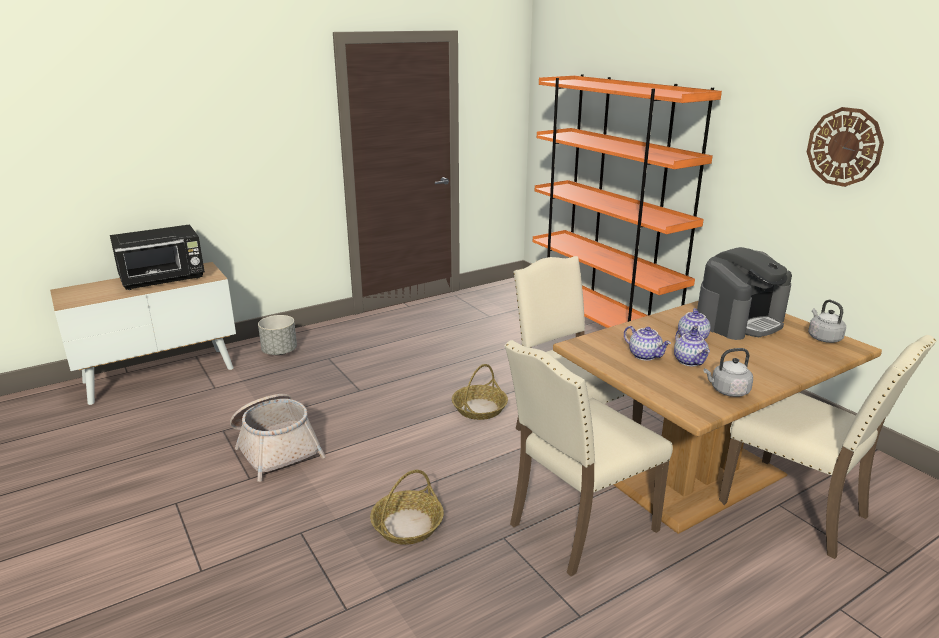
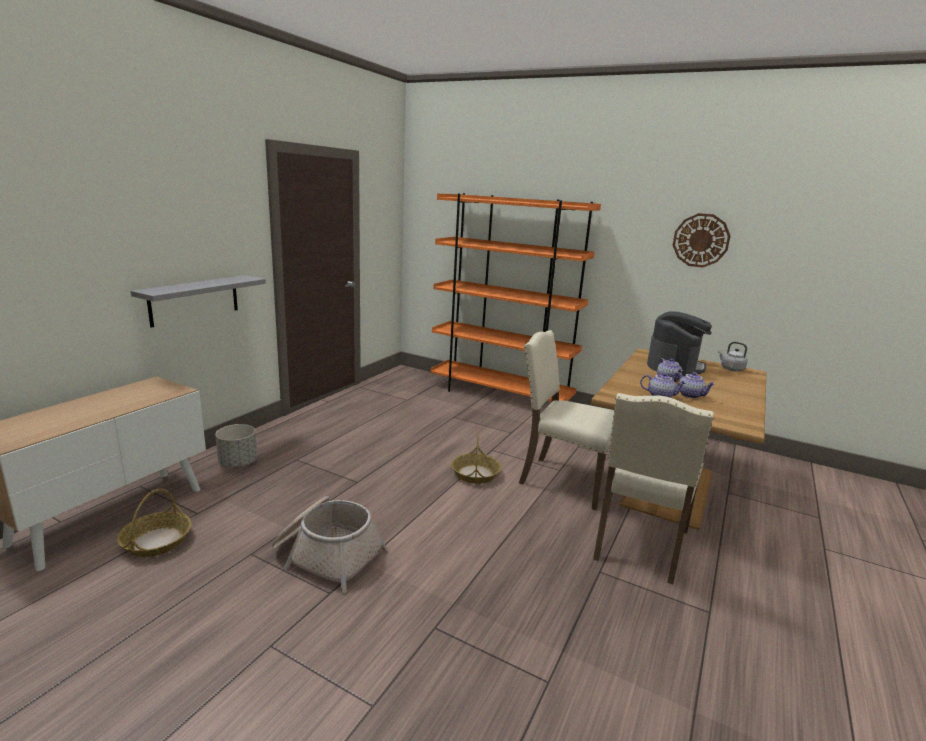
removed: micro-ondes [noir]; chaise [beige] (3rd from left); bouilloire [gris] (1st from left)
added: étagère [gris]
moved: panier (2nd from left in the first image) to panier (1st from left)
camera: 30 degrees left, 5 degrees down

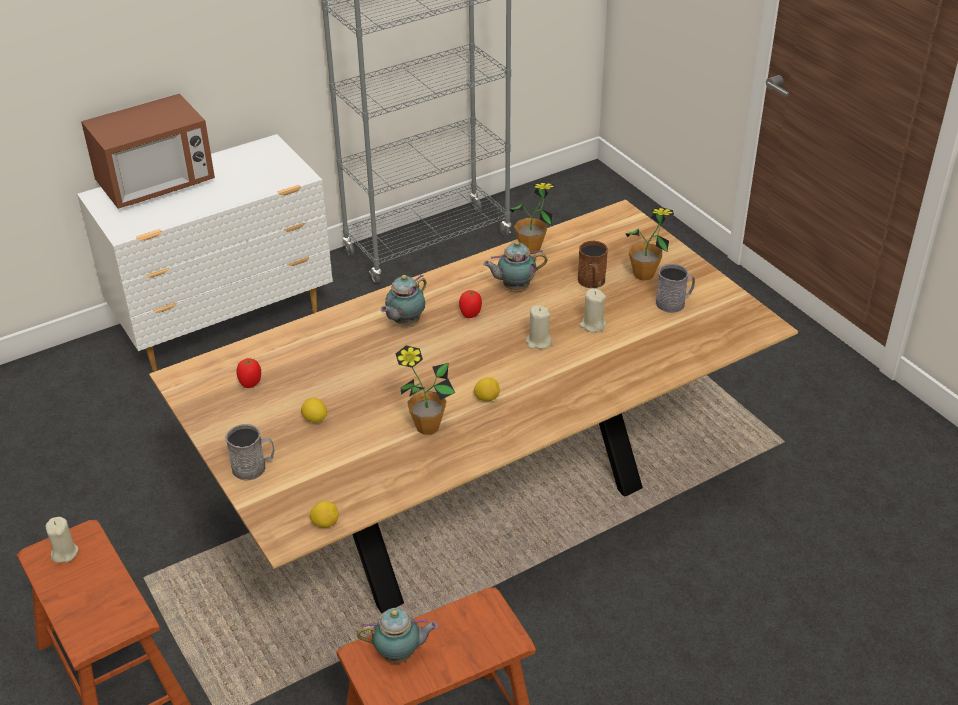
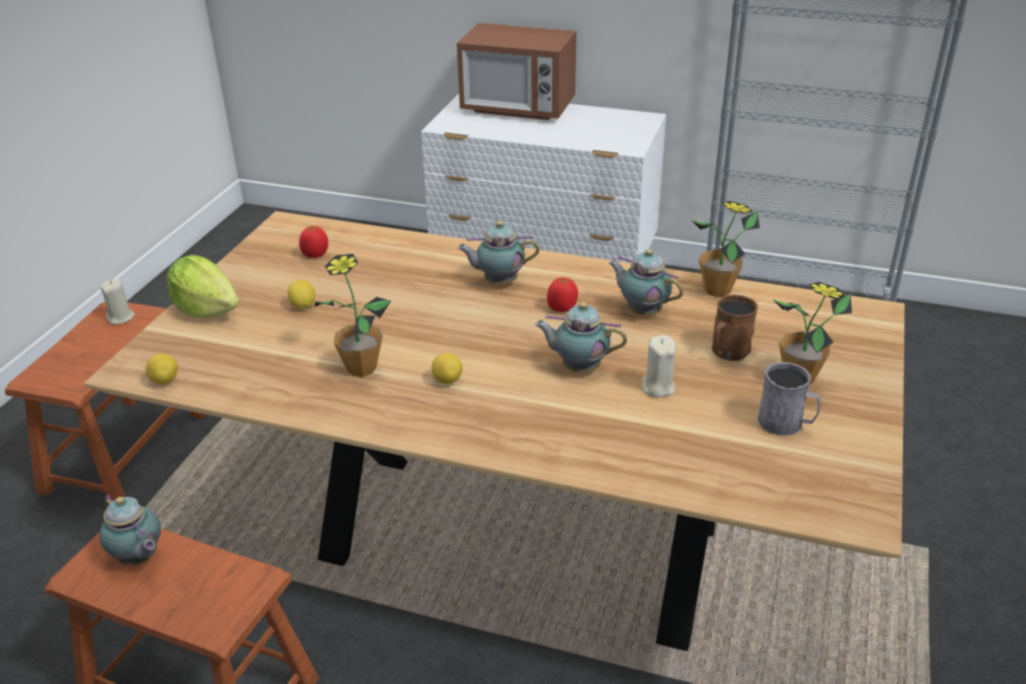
replaced: bougie [beige] (2nd from left) to théière (3rd from left); mug [gris] (1st from left) to laitue
camera: 50 degrees right, 5 degrees down

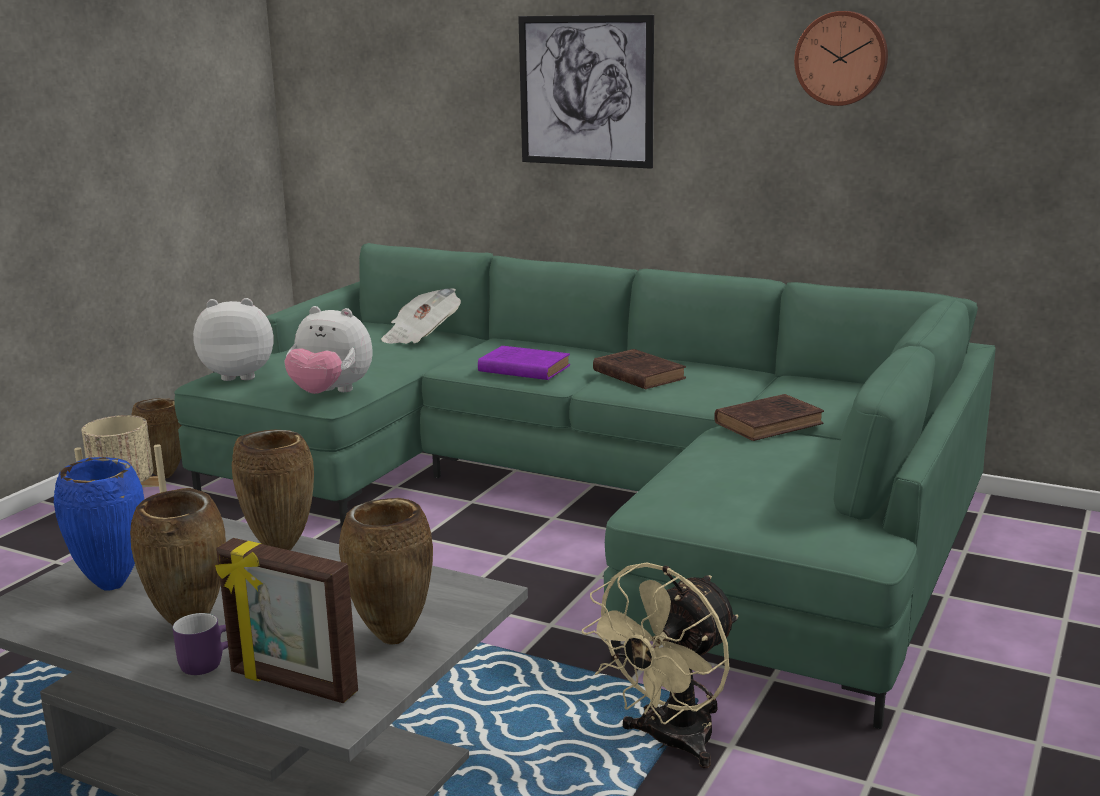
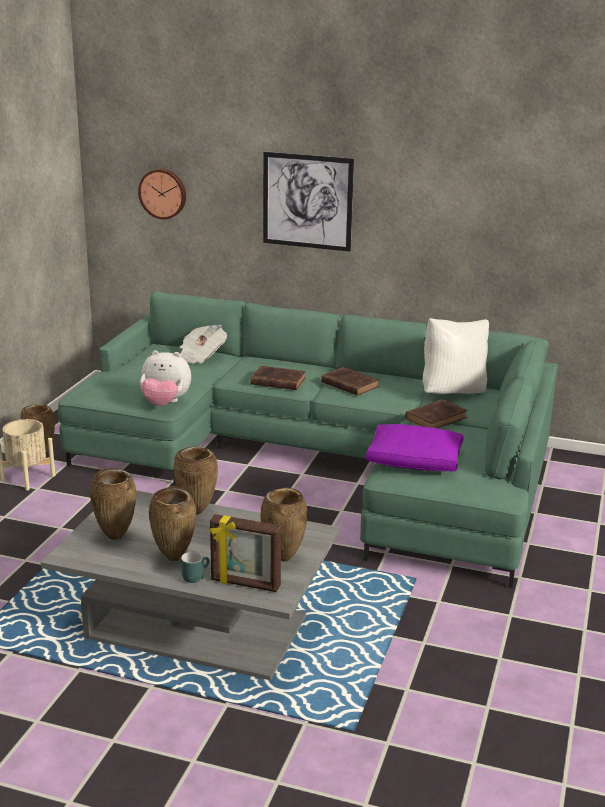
removed: peluche (1st from left); ventilateur [beige]
added: coussin [blanc]; coussin [violet]
moved: horloge murale
recoloured: livre [violet] to livre [marron] (1st from left); vase [bleu] to vase [marron] (2nd from left); mug [violet] to mug [turquoise]
camera: 10 degrees left, 5 degrees up

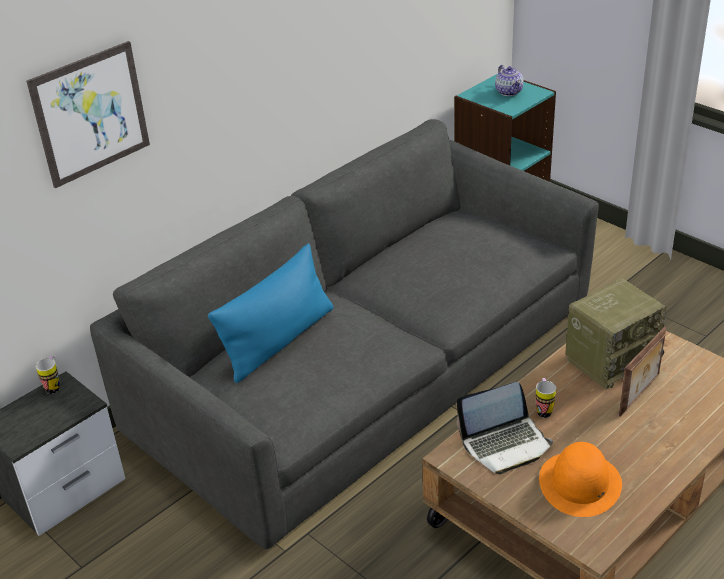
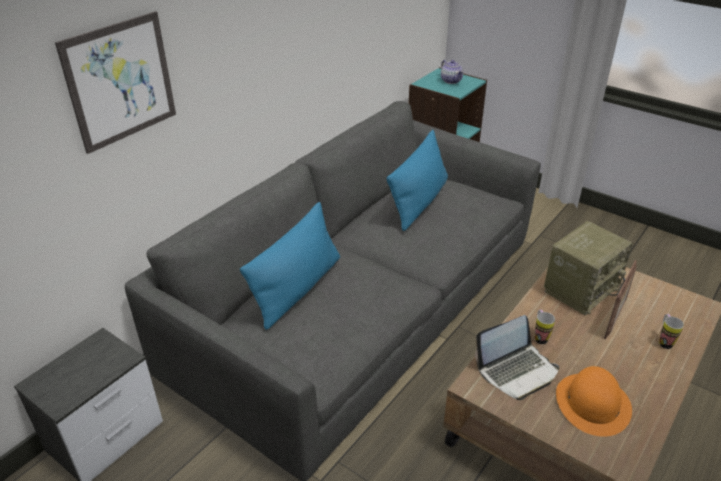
added: coussin [bleu] (2nd from left)
moved: mug (1st from left in the first image) to mug (2nd from left)
camera: 10 degrees left, 0 degrees up

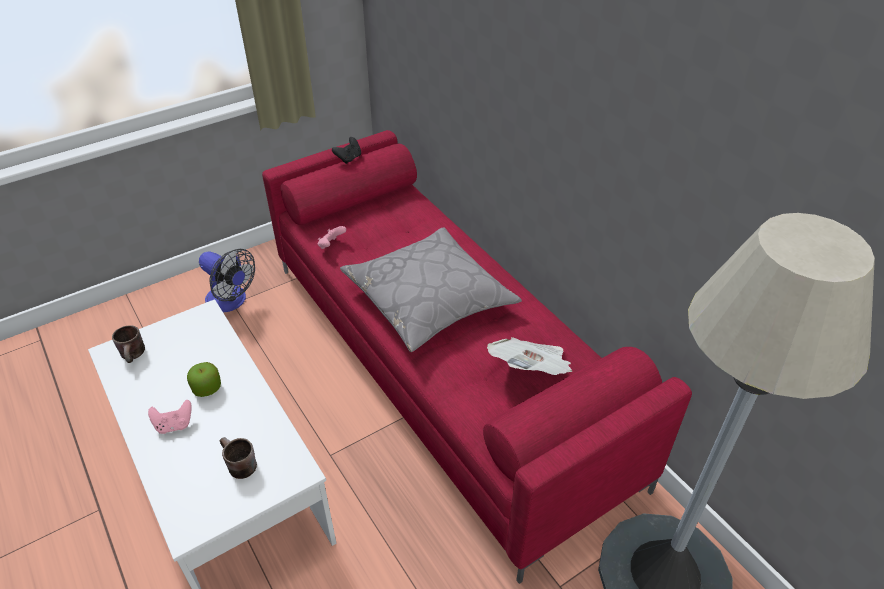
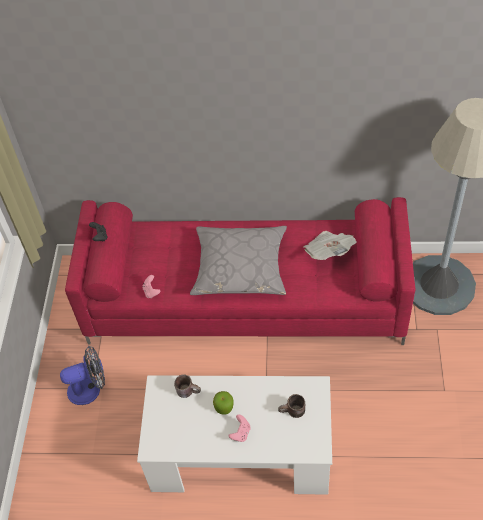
moved: mug [marron] (1st from left)
camera: 50 degrees left, 10 degrees up

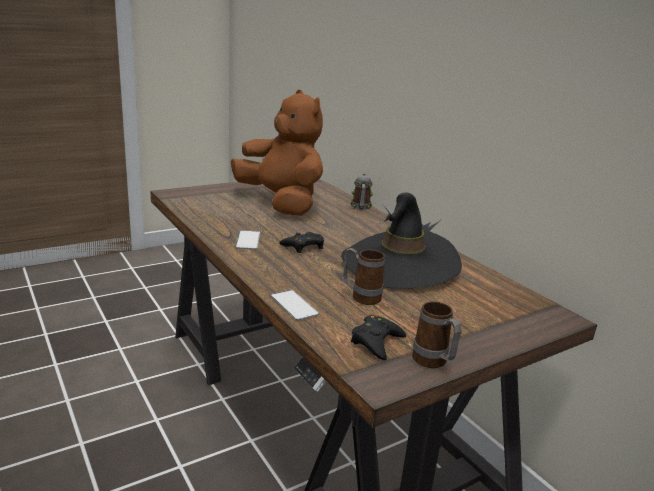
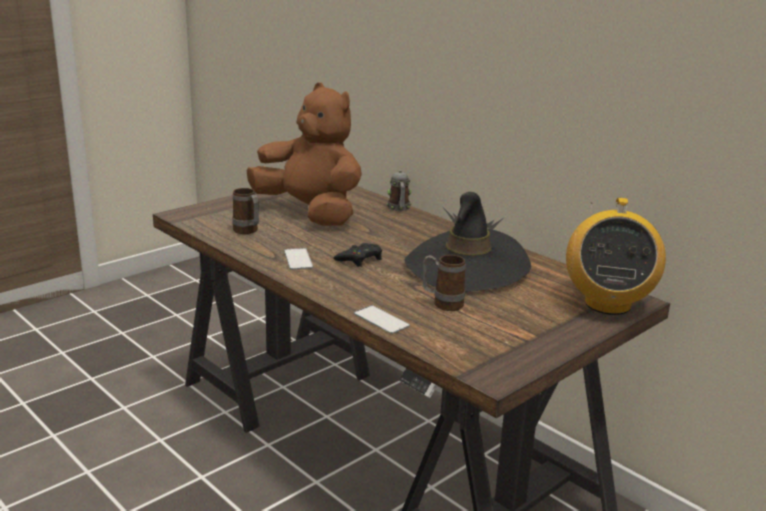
removed: manette [noir] (2nd from left)
added: radio
moved: mug (3rd from left in the first image) to mug (1st from left)
camera: 10 degrees left, 0 degrees up

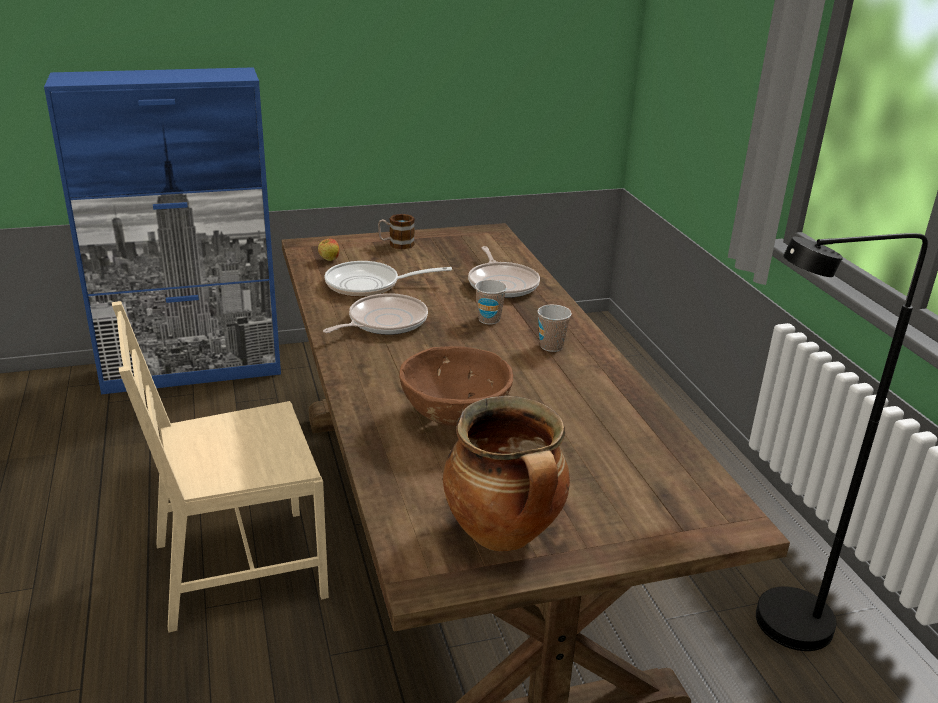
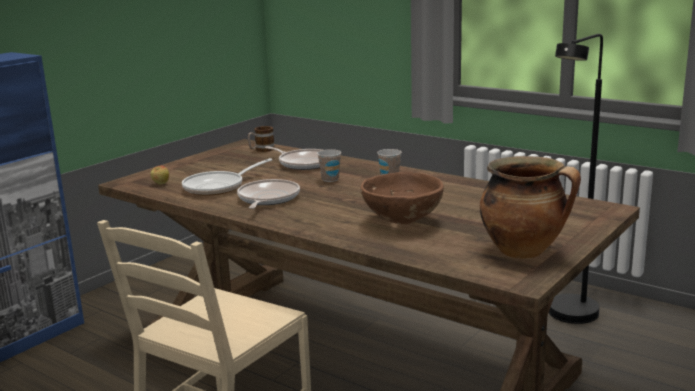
moved: mug
camera: 35 degrees left, 10 degrees down

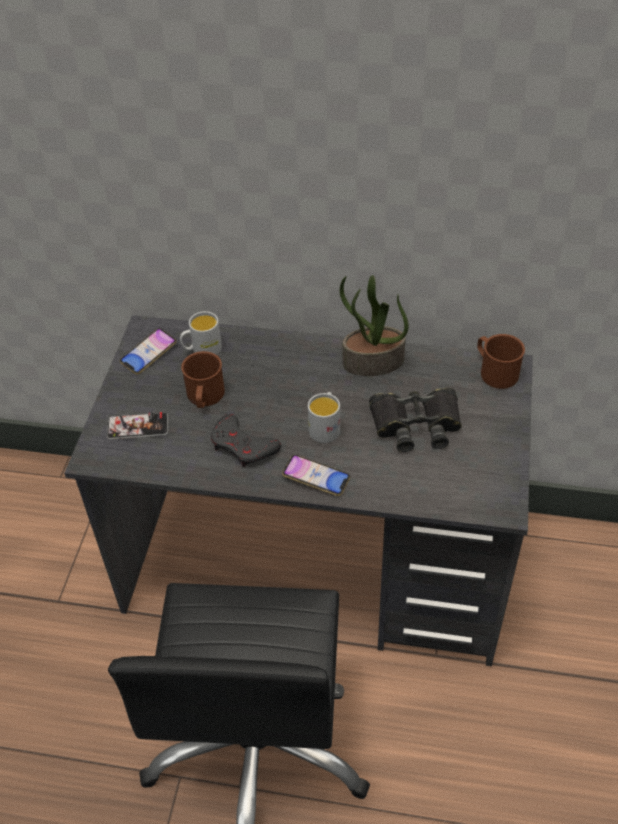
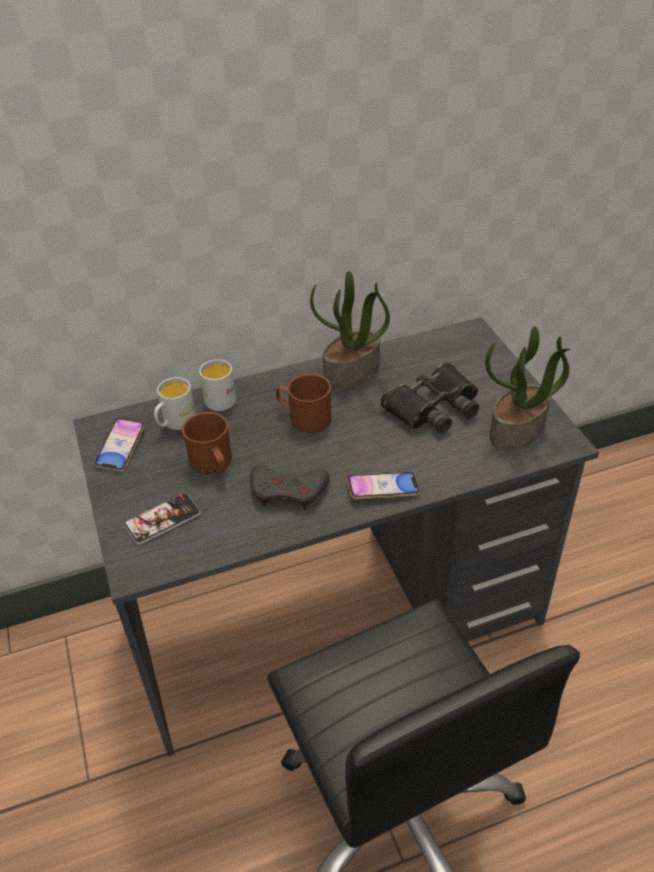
added: plante en pot (2nd from left)
moved: mug [marron] (2nd from left); mug [blanc] (2nd from left)
camera: 30 degrees left, 5 degrees down

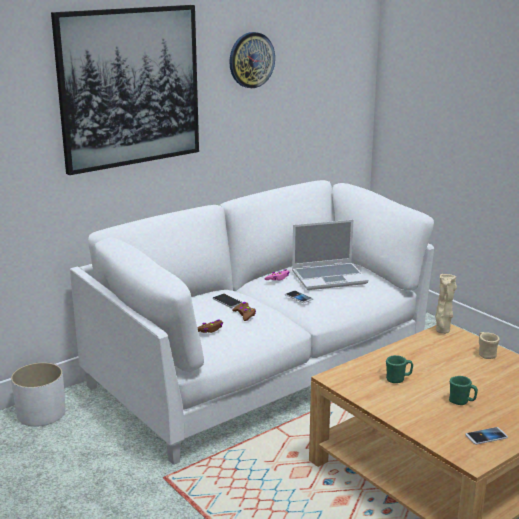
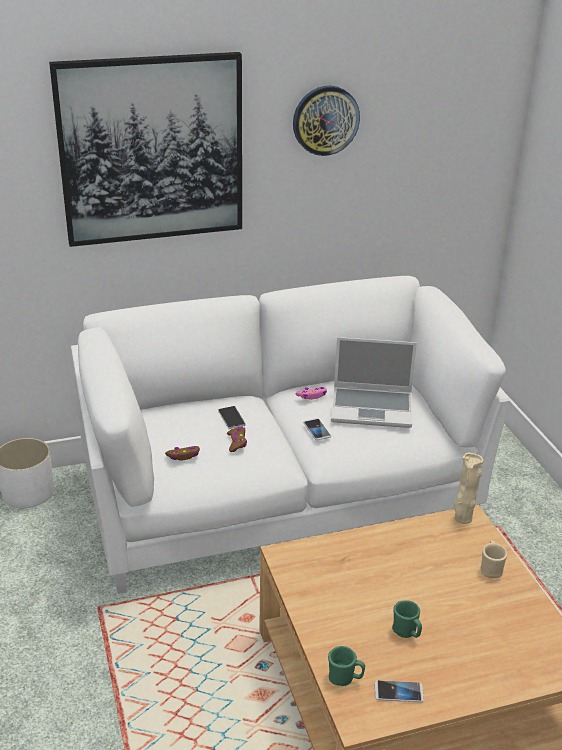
moved: mug [vert] (1st from left)
camera: 20 degrees right, 10 degrees up

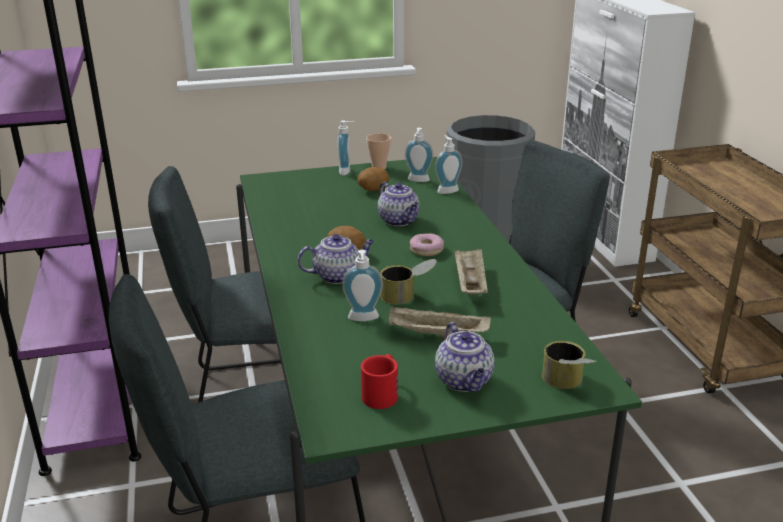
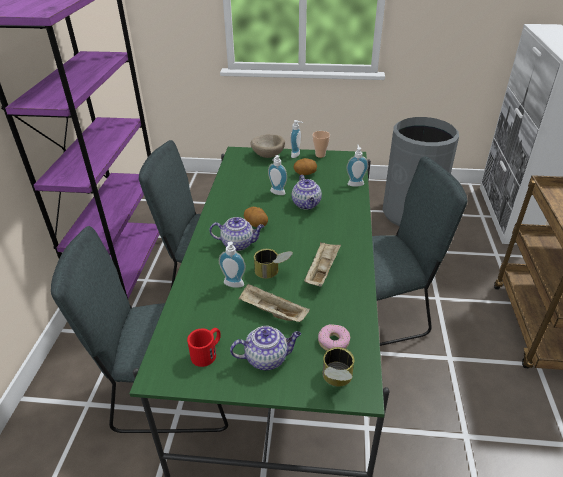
added: bol [beige]
moved: distributeur de savon (3rd from left in the first image) to distributeur de savon (2nd from left); beignet
turned: théière (3rd from left in the first image) 105 degrees counterclockwise
camera: 20 degrees right, 10 degrees up

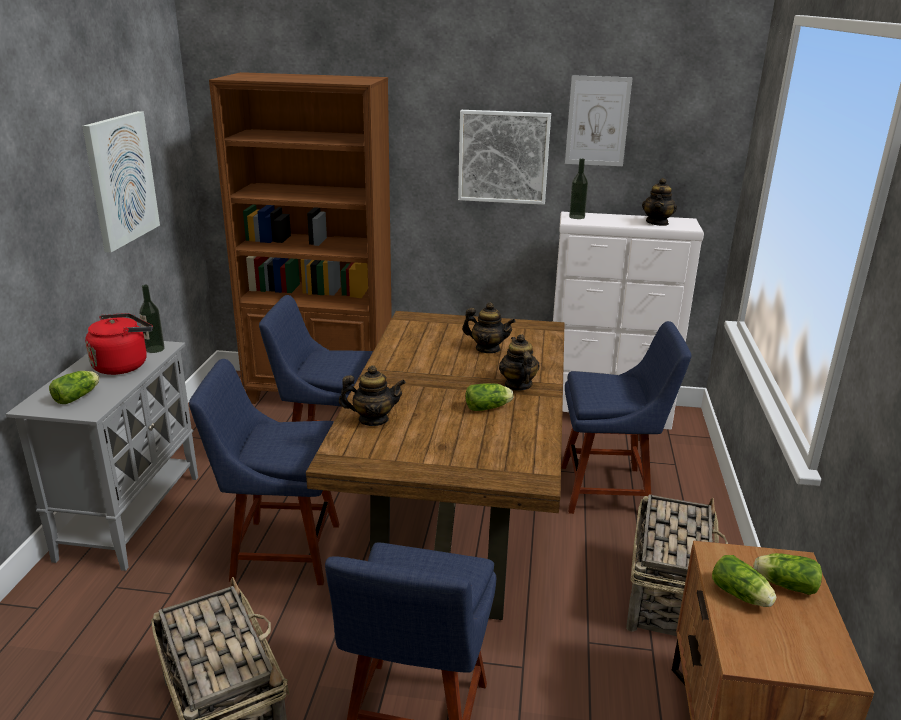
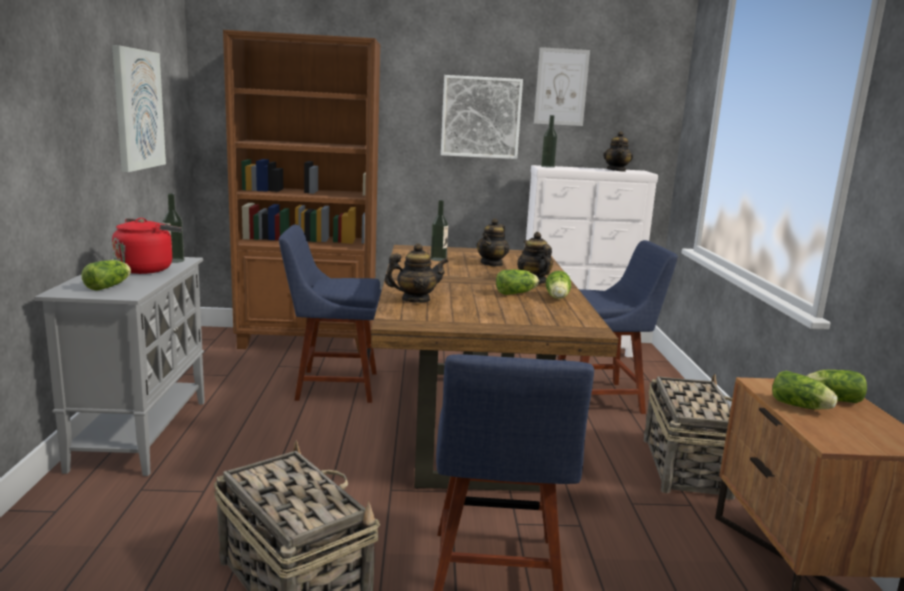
removed: chaise [bleu] (1st from left)
added: bouteille (2nd from left); laitue (3rd from left)
turned: théière (2nd from left) 105 degrees clockwise
camera: 10 degrees left, 10 degrees down

